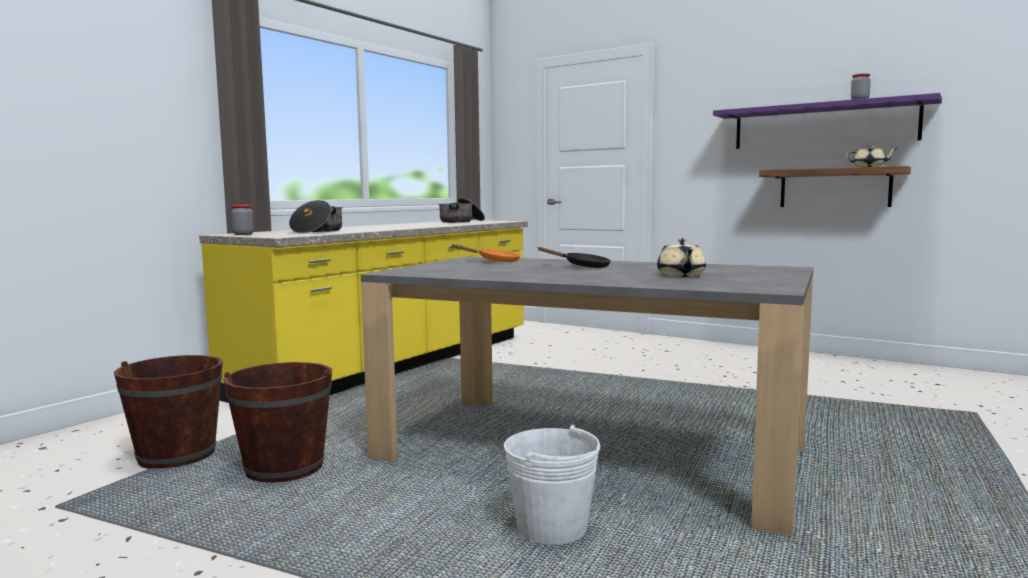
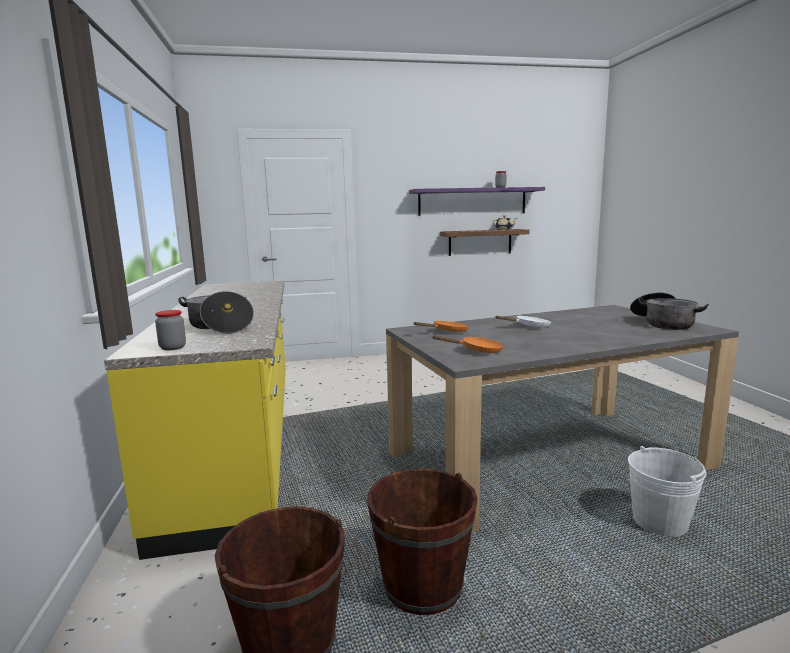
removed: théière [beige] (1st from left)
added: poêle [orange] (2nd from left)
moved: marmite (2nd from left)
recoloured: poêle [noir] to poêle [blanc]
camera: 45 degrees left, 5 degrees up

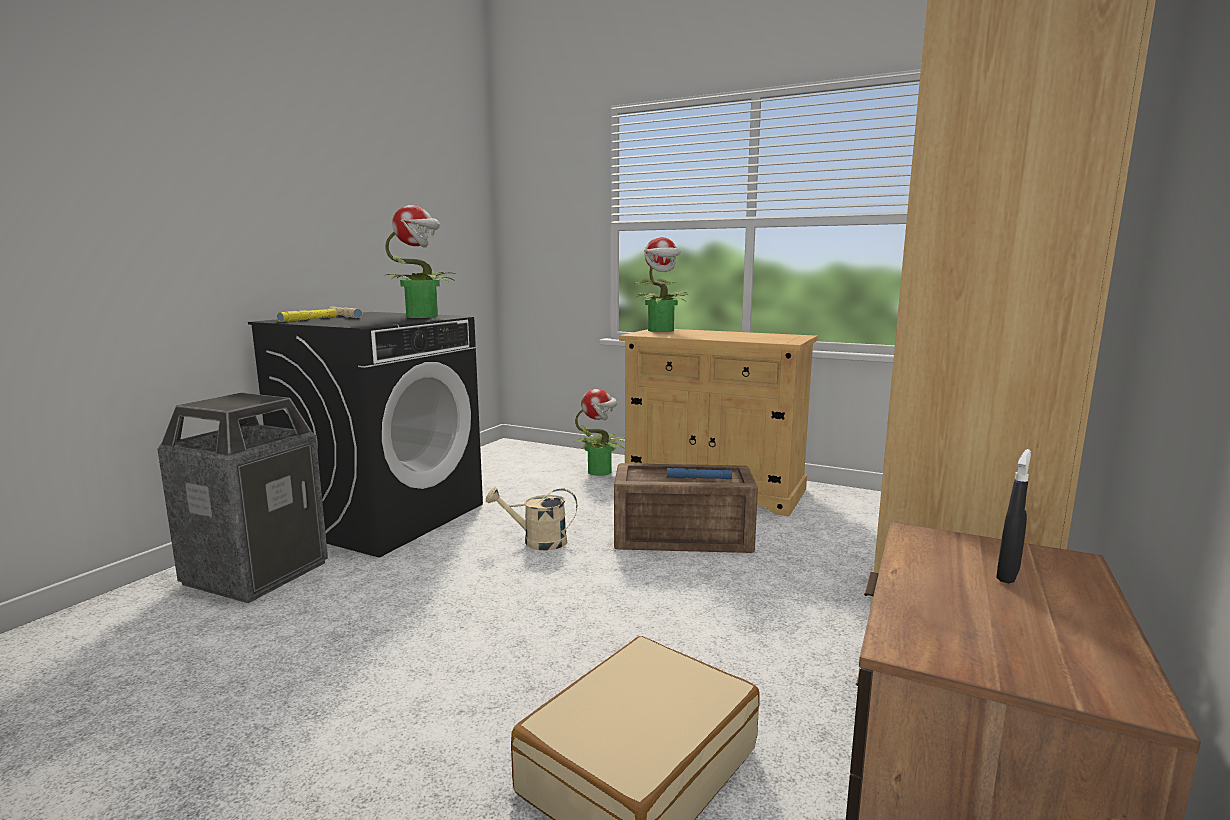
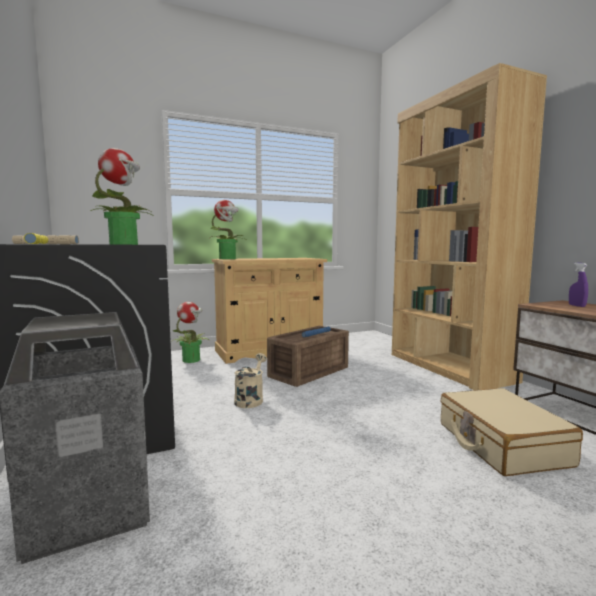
recoloured: vaporisateur [noir] to vaporisateur [violet]
turned: arrosoir [beige] 150 degrees clockwise
camera: 50 degrees left, 5 degrees down

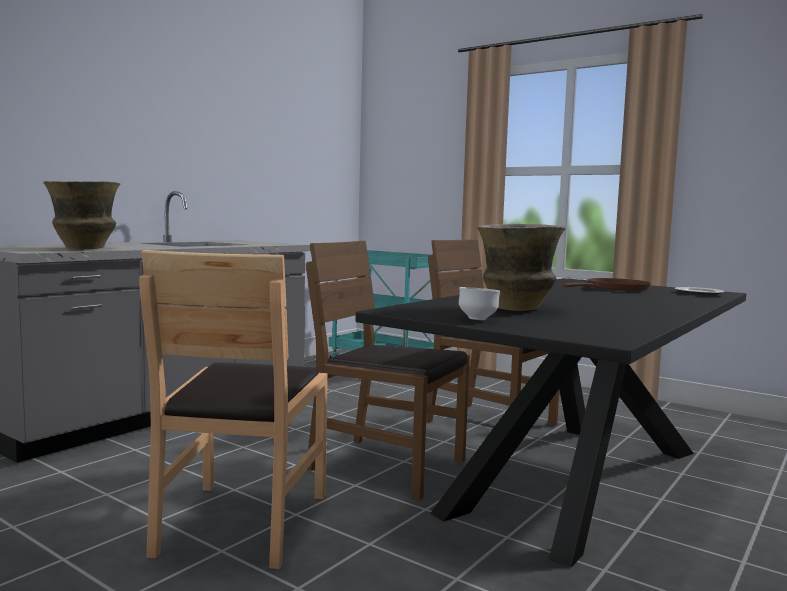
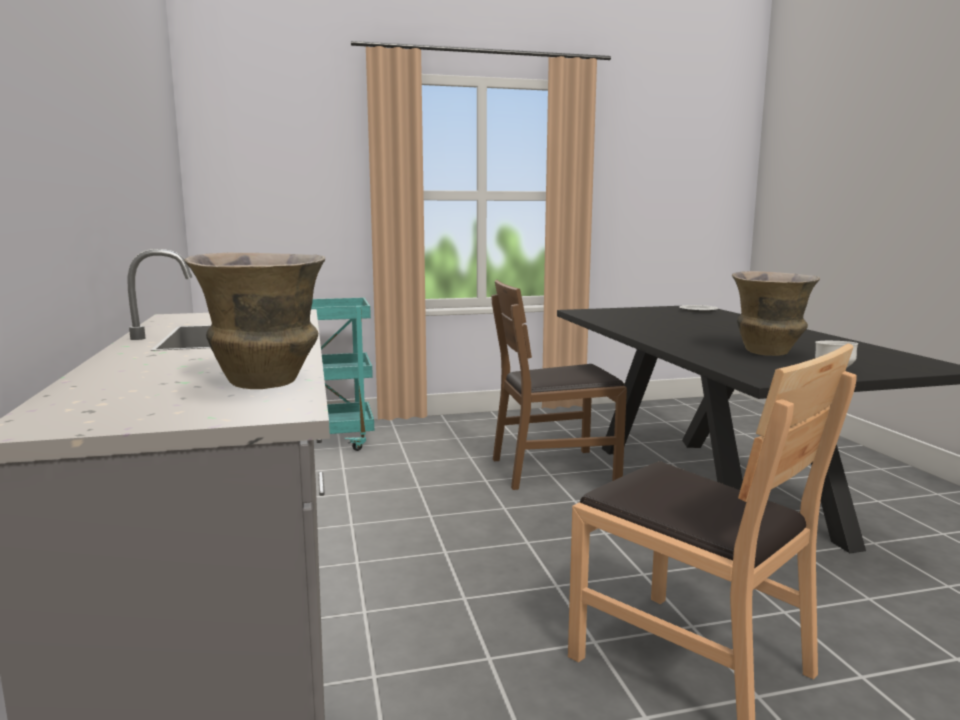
removed: chaise [marron] (2nd from left); poêle [marron]
camera: 50 degrees left, 5 degrees up

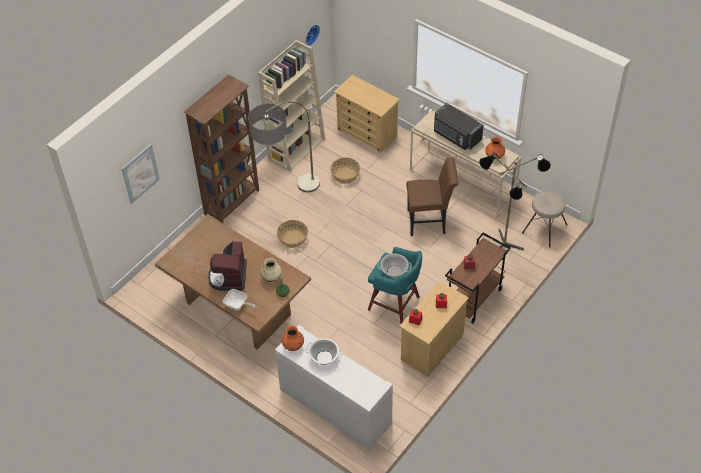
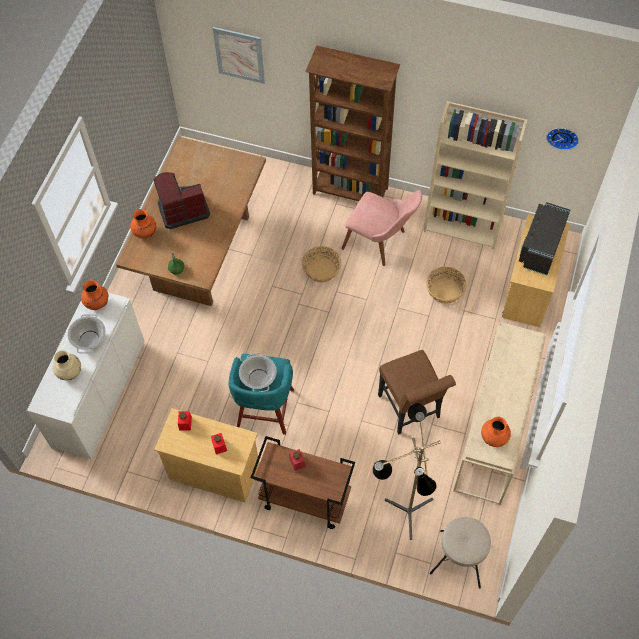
moved: micro-ondes [noir]; vase [beige]
replaced: lampadaire (1st from left) to chaise [rose]; poêle to vase [orange] (2nd from left)
camera: 70 degrees right, 10 degrees up

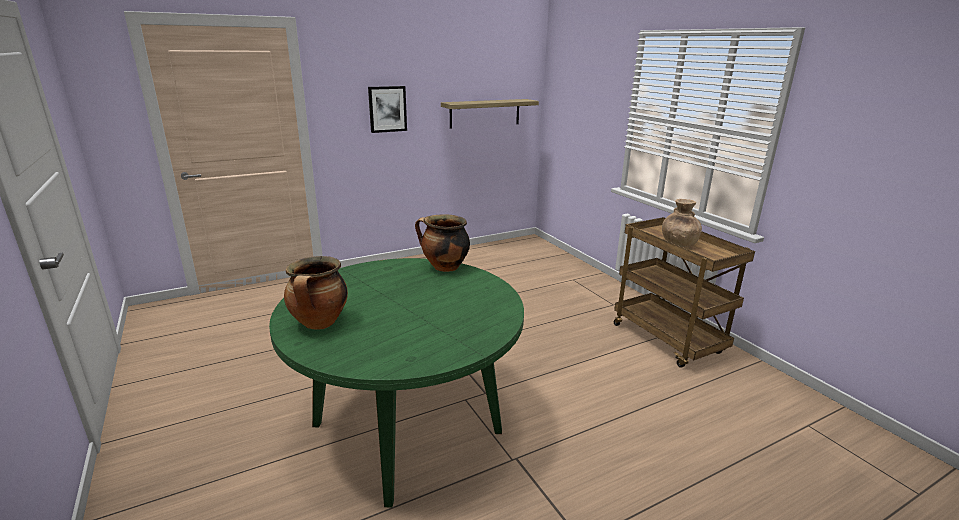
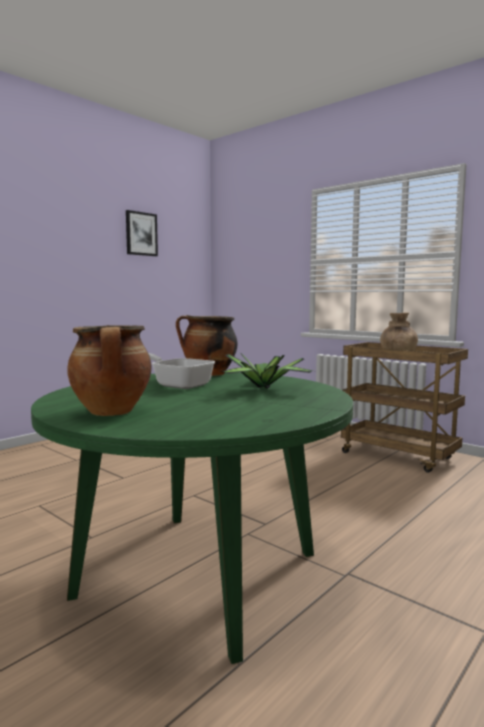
removed: étagère
added: poêle; plante en pot
moved: tableau
camera: 20 degrees left, 15 degrees down

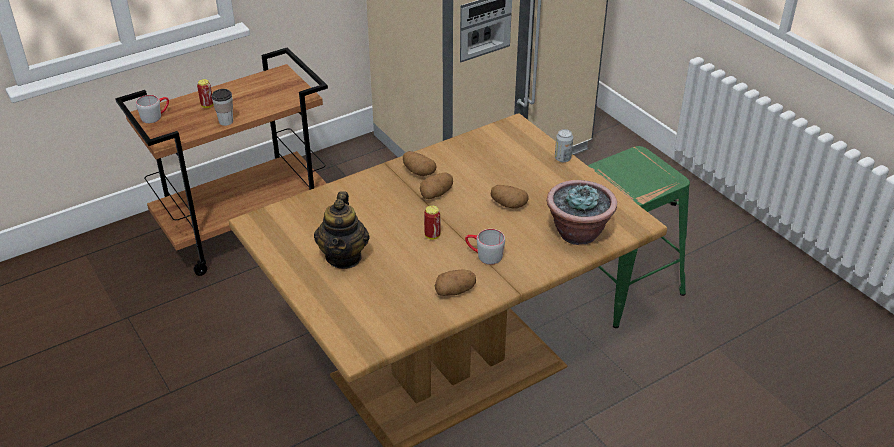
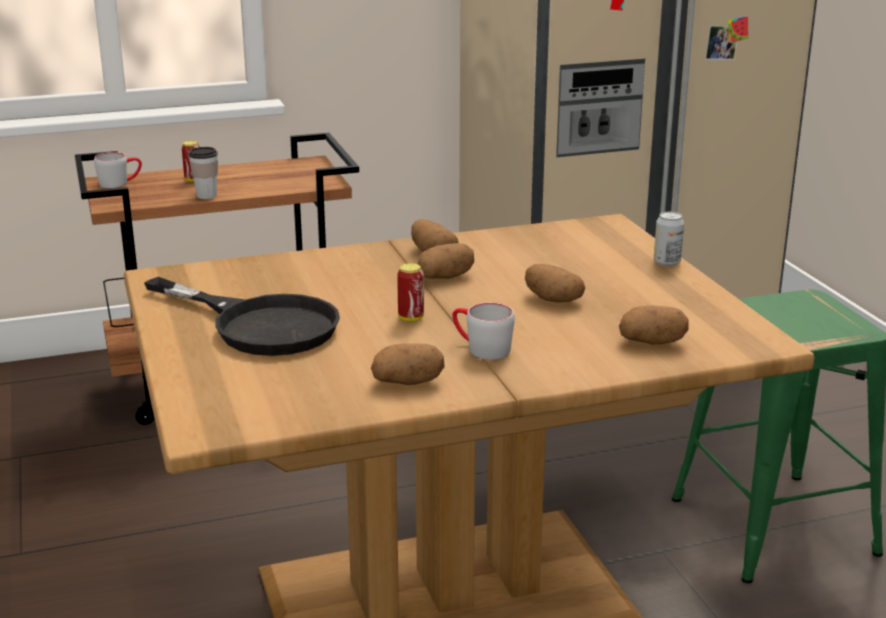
replaced: plante en pot to pomme de terre (5th from left); théière to poêle [noir]
camera: 15 degrees right, 15 degrees down

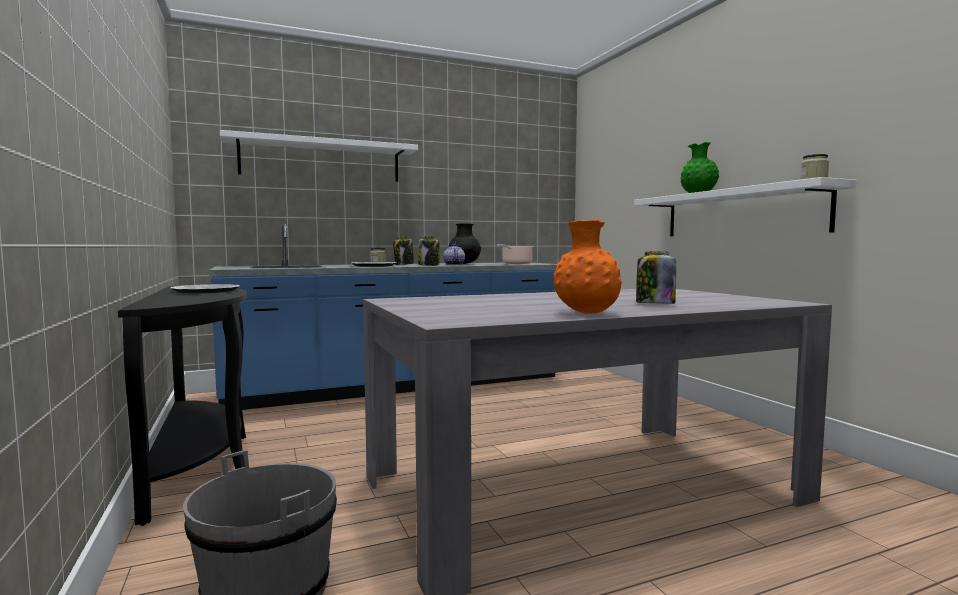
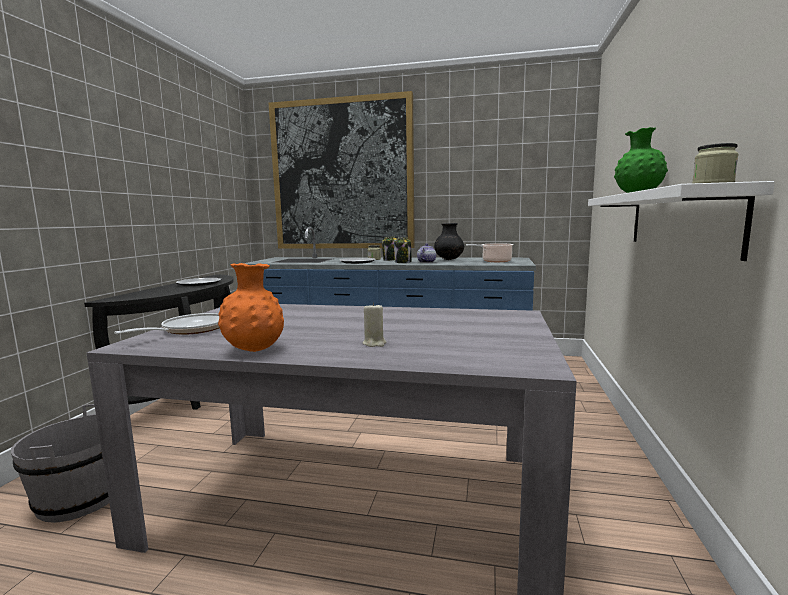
added: poêle
replaced: étagère [blanc] (1st from left) to tableau; bocal (4th from left) to bougie [beige]
camera: 35 degrees right, 5 degrees up

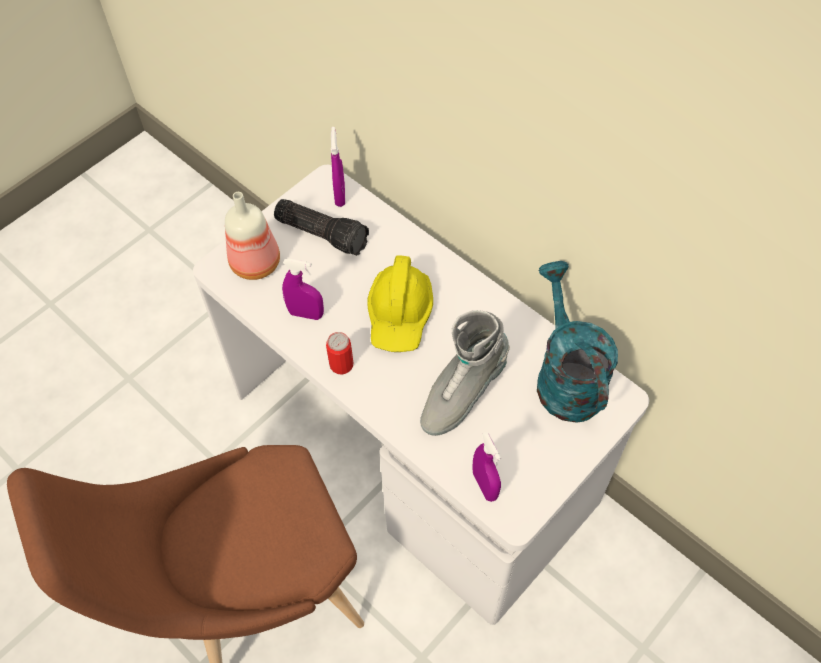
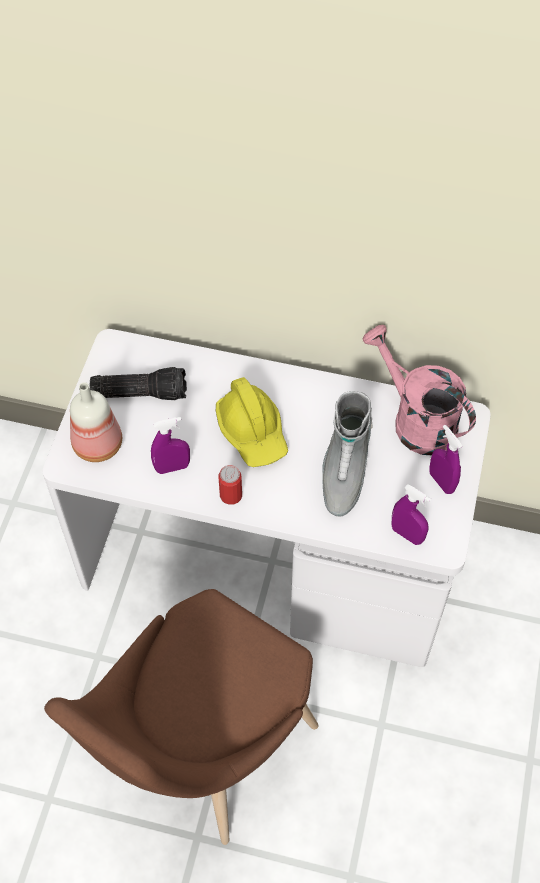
moved: vaporisateur [violet] (2nd from left in the first image) to vaporisateur [violet] (3rd from left)
recoloured: arrosoir [turquoise] to arrosoir [rose]
camera: 30 degrees left, 0 degrees up

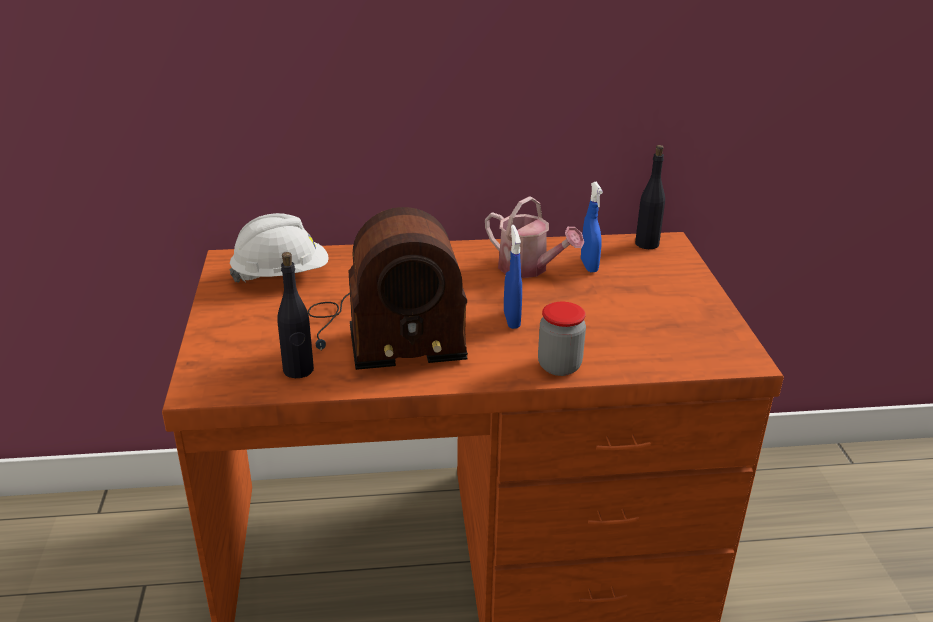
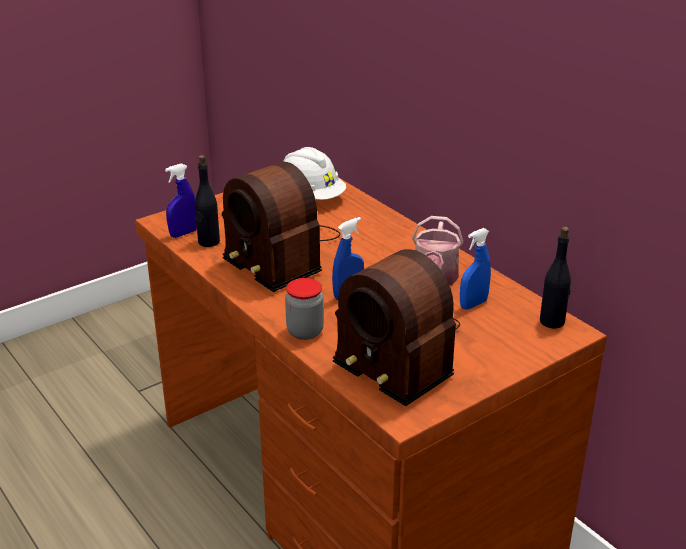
added: vaporisateur [bleu] (1st from left); radio (2nd from left)
camera: 60 degrees right, 0 degrees up

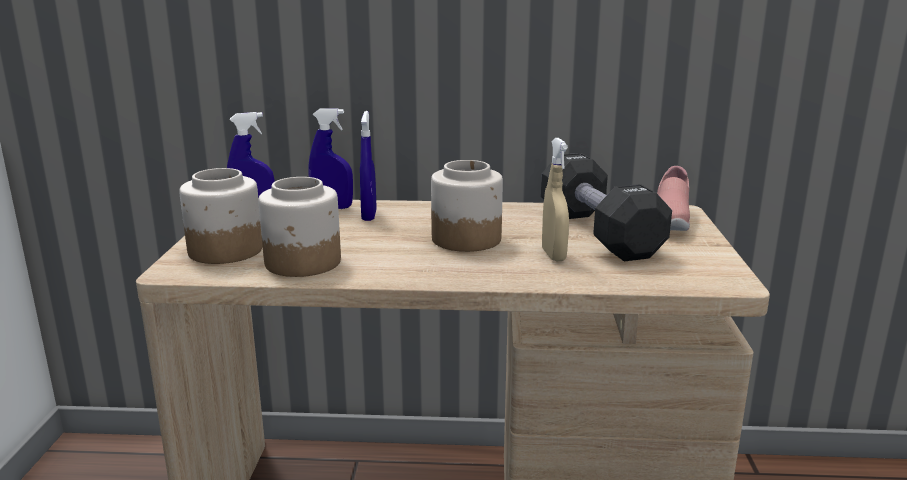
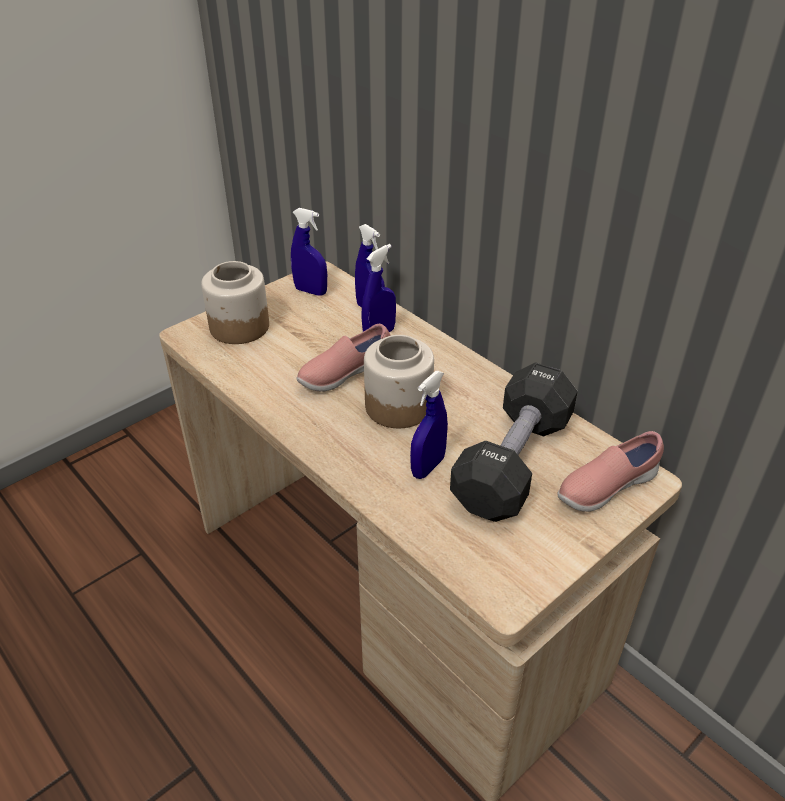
removed: bocal (2nd from left)
added: chaussure [rose] (1st from left)
recoloured: vaporisateur [beige] to vaporisateur [bleu] (4th from left)
camera: 45 degrees right, 20 degrees up

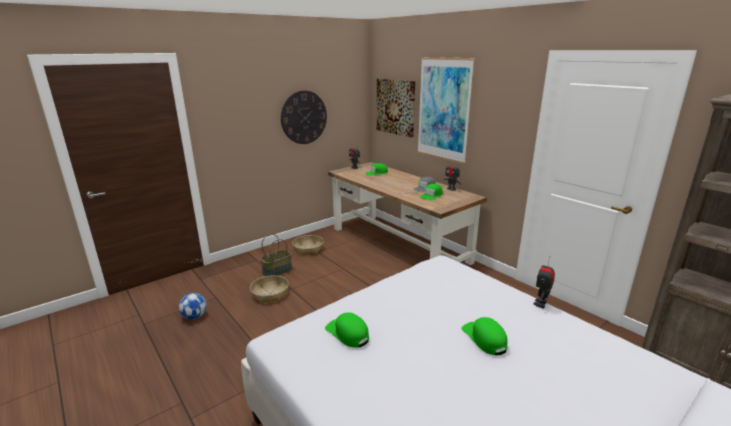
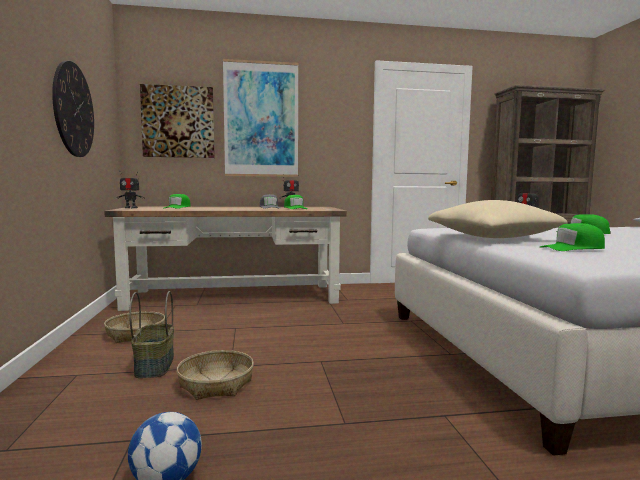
added: coussin [beige]
camera: 60 degrees left, 15 degrees down

